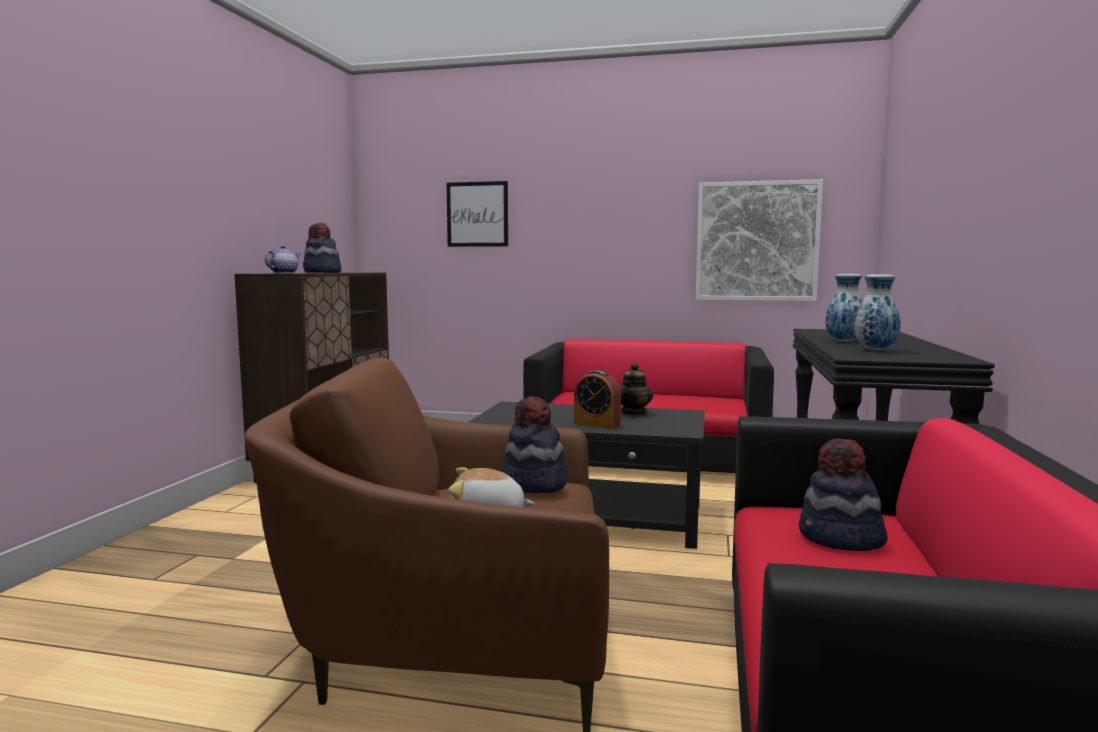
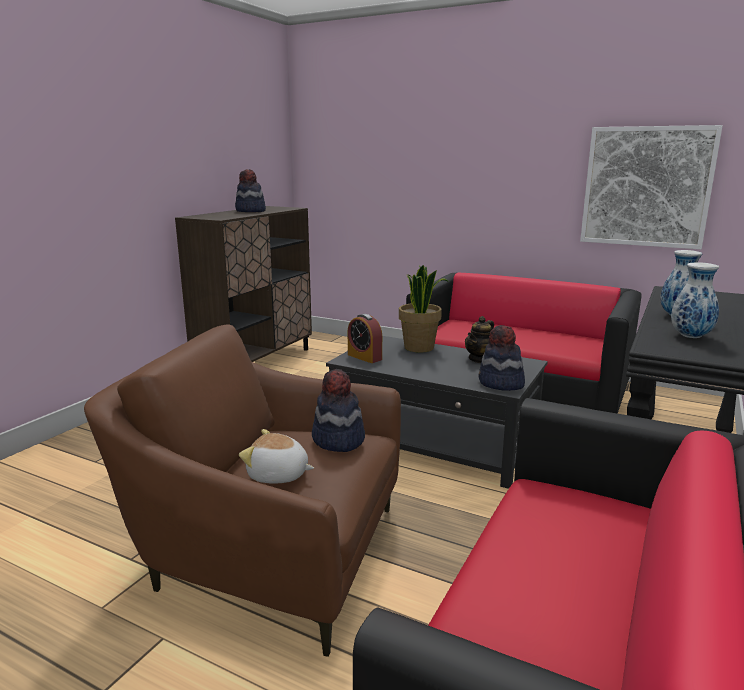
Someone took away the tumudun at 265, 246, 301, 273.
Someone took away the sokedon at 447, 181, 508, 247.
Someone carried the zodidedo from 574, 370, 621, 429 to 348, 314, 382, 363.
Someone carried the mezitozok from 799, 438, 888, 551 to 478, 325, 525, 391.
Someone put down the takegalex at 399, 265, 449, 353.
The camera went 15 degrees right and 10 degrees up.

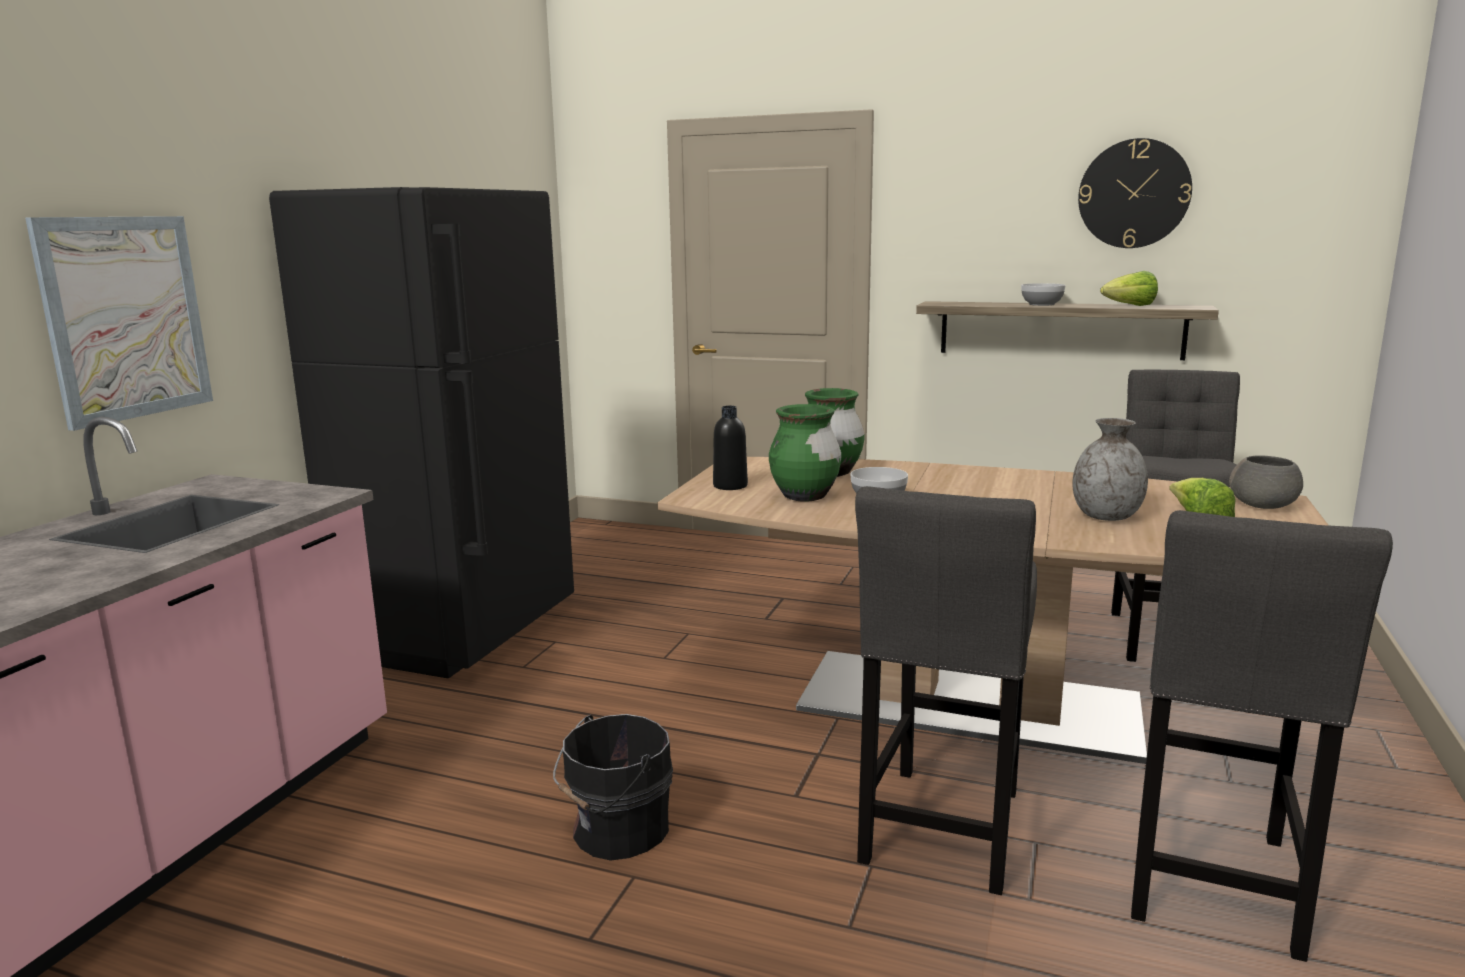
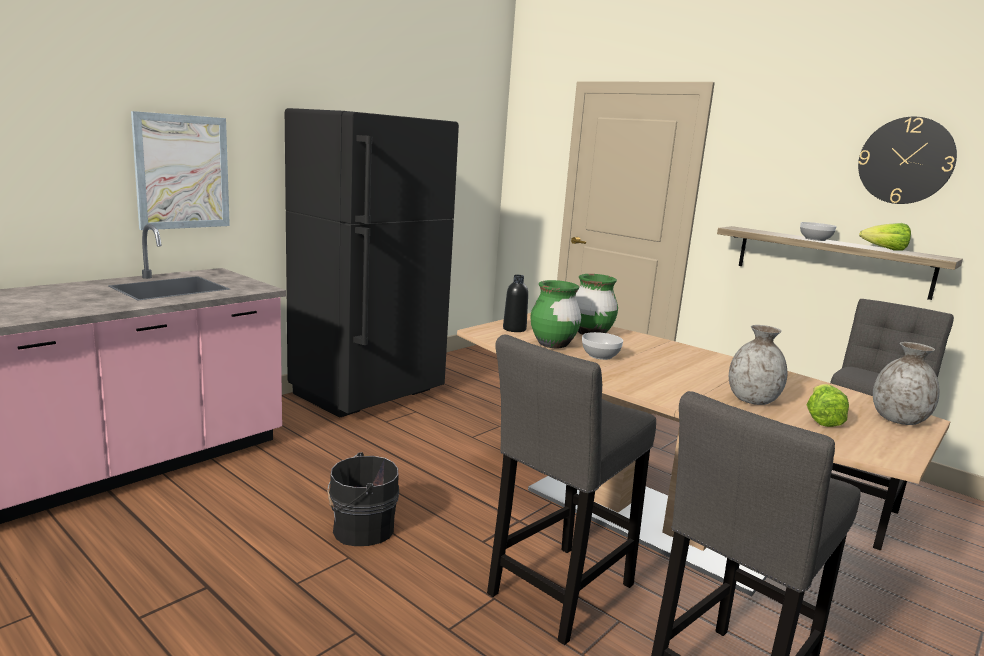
Someone swapped the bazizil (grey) at 1229, 456, 1303, 509 for the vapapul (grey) at 873, 342, 939, 425.
The camera went 20 degrees right and 0 degrees up.

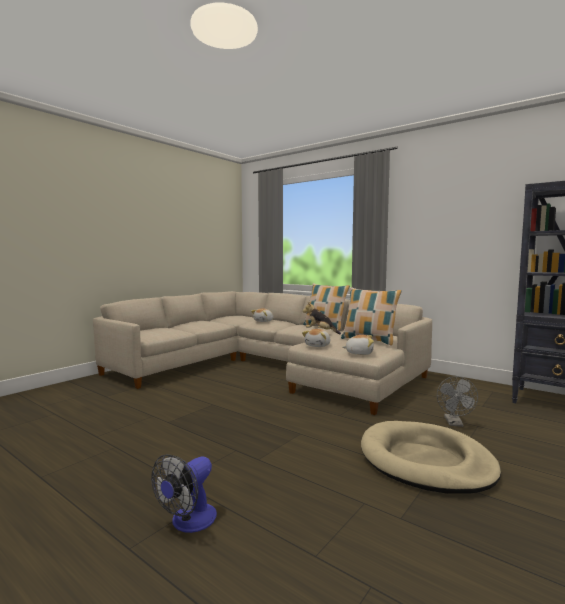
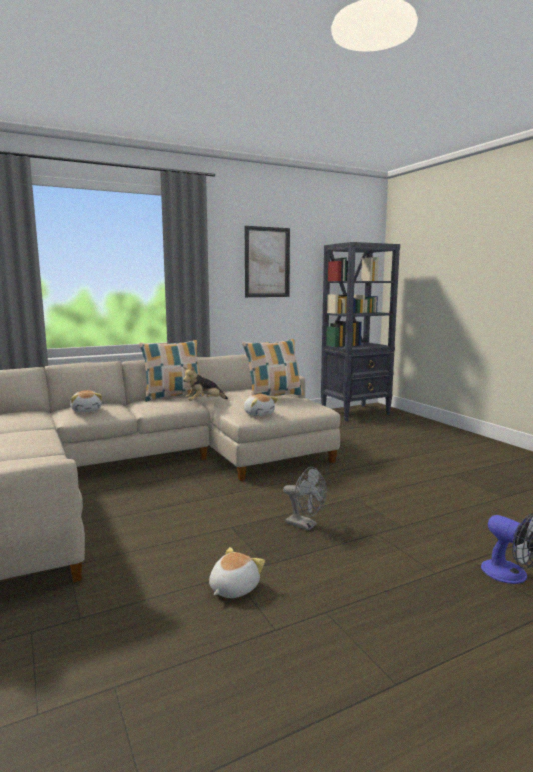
Someone carried the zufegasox from 342, 335, 374, 355 to 209, 547, 265, 598.
Someone took away the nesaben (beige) at 361, 421, 501, 494.
Someone carried the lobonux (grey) from 437, 376, 478, 427 to 283, 467, 327, 531.
Someone put up the sokedon at 245, 226, 290, 297.
The camera went 65 degrees left and 5 degrees up.

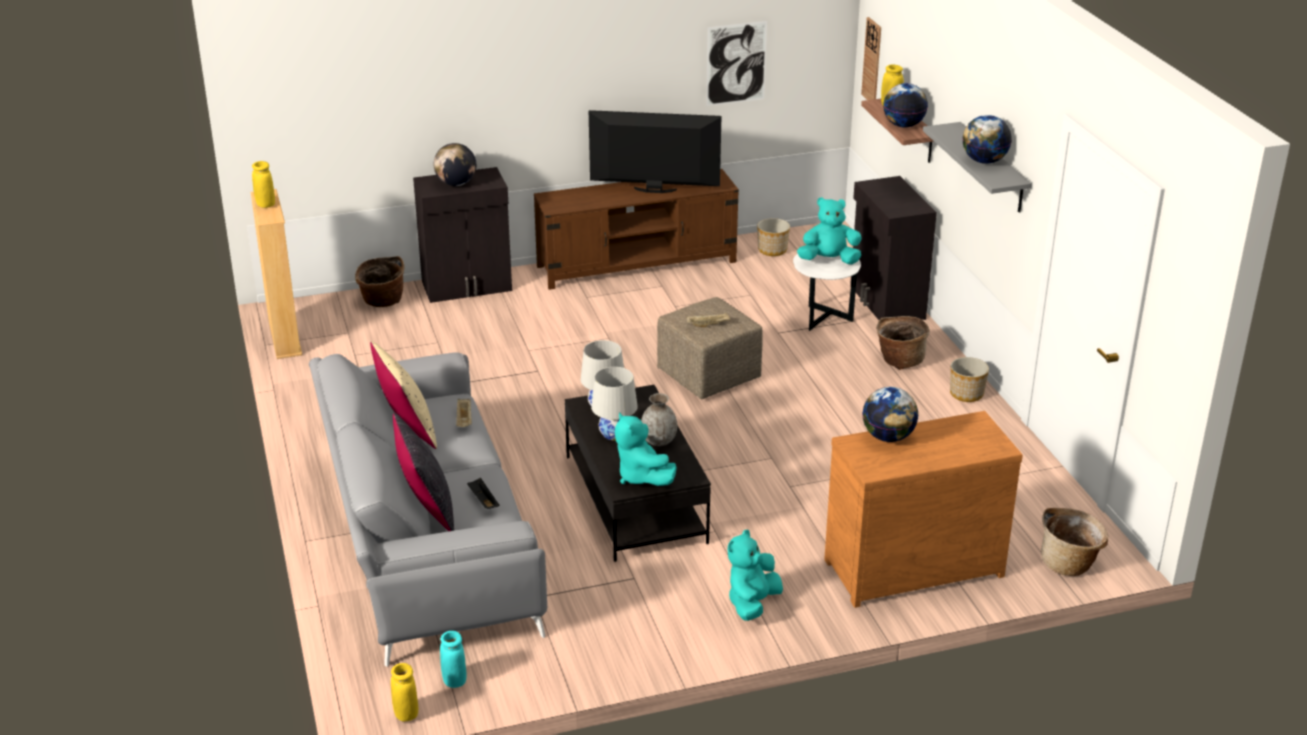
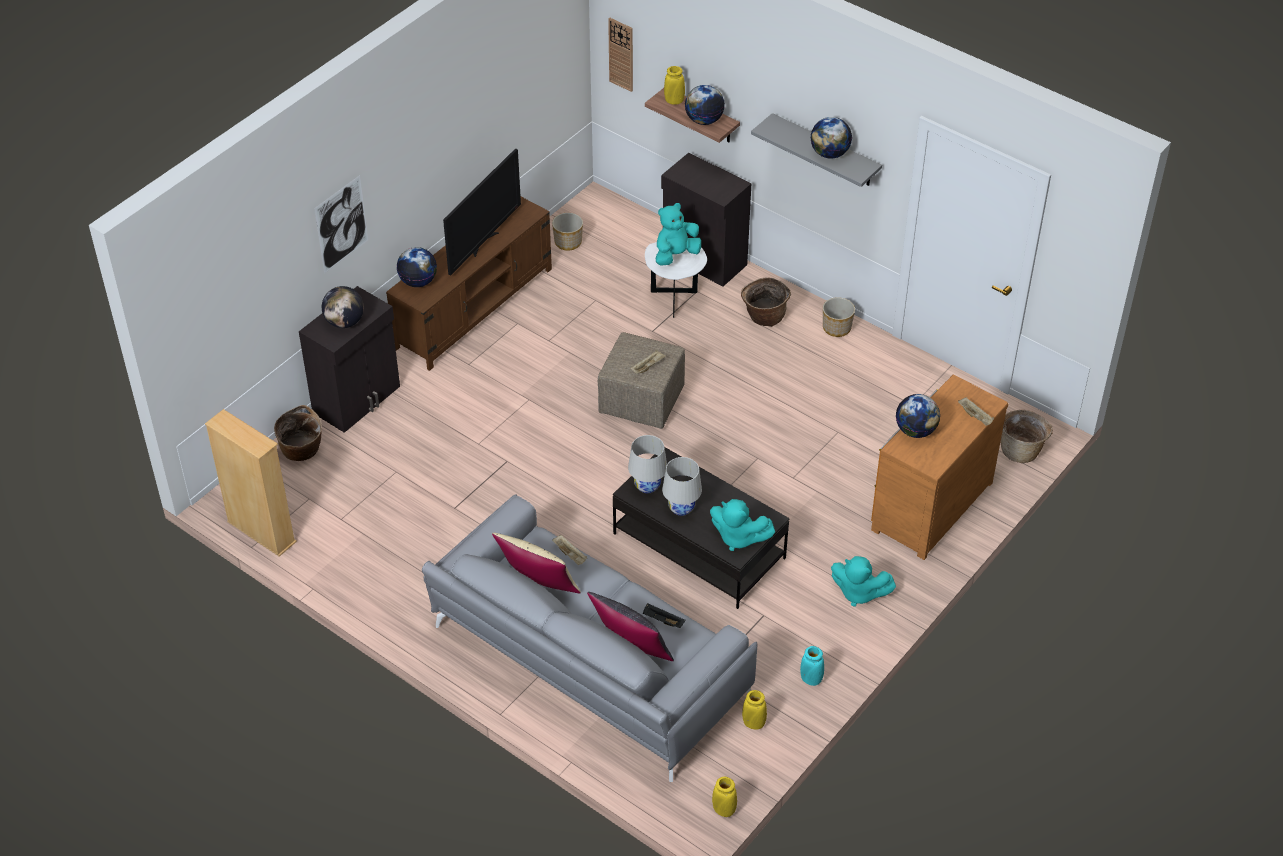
Someone carried the vapapul (yellow) from 252, 161, 275, 208 to 742, 690, 767, 730.
Someone carried the vapapul (turquoise) from 440, 631, 467, 688 to 800, 646, 824, 686.
Someone rotated the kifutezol at 589, 110, 721, 193 by 150 degrees clockwise.
Someone took away the vapapul (grey) at 641, 393, 677, 446.
Someone carried the sokedon from 706, 21, 767, 106 to 314, 175, 368, 273.
Someone rotated the zufegasox (turquoise) at 728, 529, 783, 621 by 60 degrees counterclockwise.
Someone put down the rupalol at 397, 247, 437, 287.
Someone put down the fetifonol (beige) at 958, 397, 994, 426.
The camera went 35 degrees left and 15 degrees up.

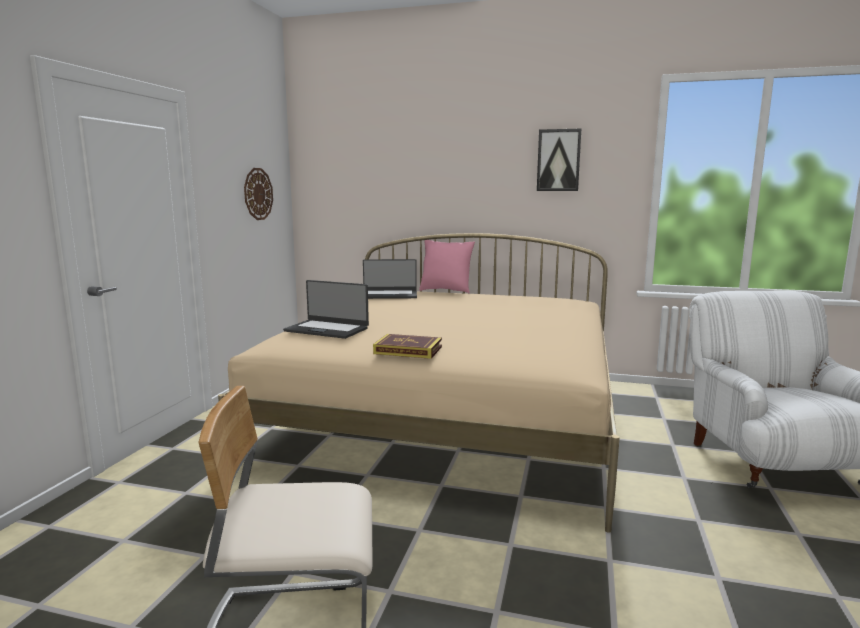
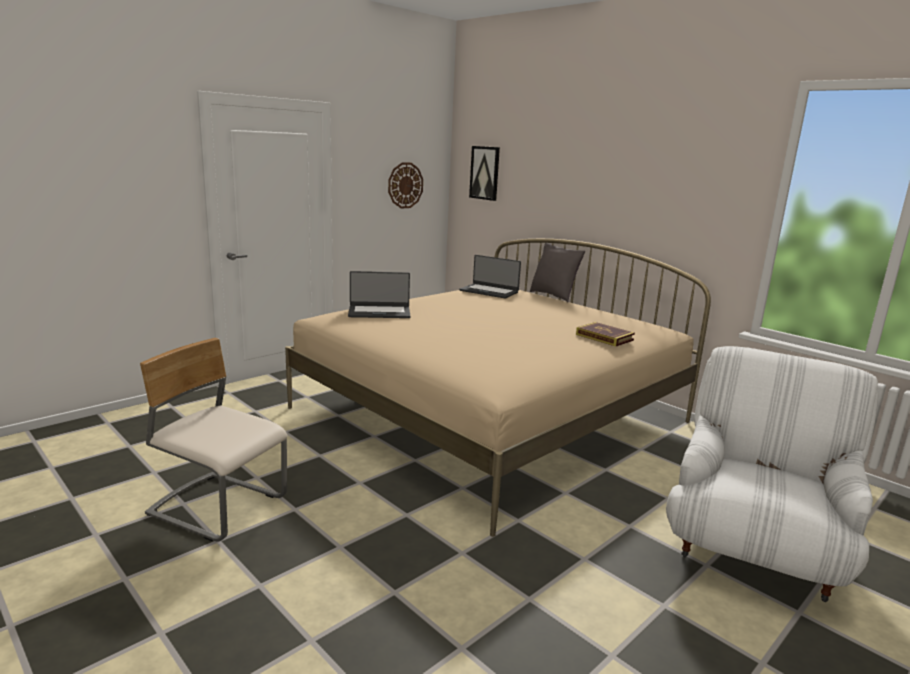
Someone rotated the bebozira at 283, 280, 369, 339 by 60 degrees counterclockwise.
Someone carried the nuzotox from 373, 334, 442, 359 to 576, 322, 635, 347.
Someone repainted the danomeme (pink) at 419, 240, 475, 293, which became the danomeme (grey) at 530, 243, 585, 302.
Someone carried the sokedon from 537, 129, 581, 191 to 469, 146, 500, 201.
The camera went 30 degrees right and 5 degrees up.

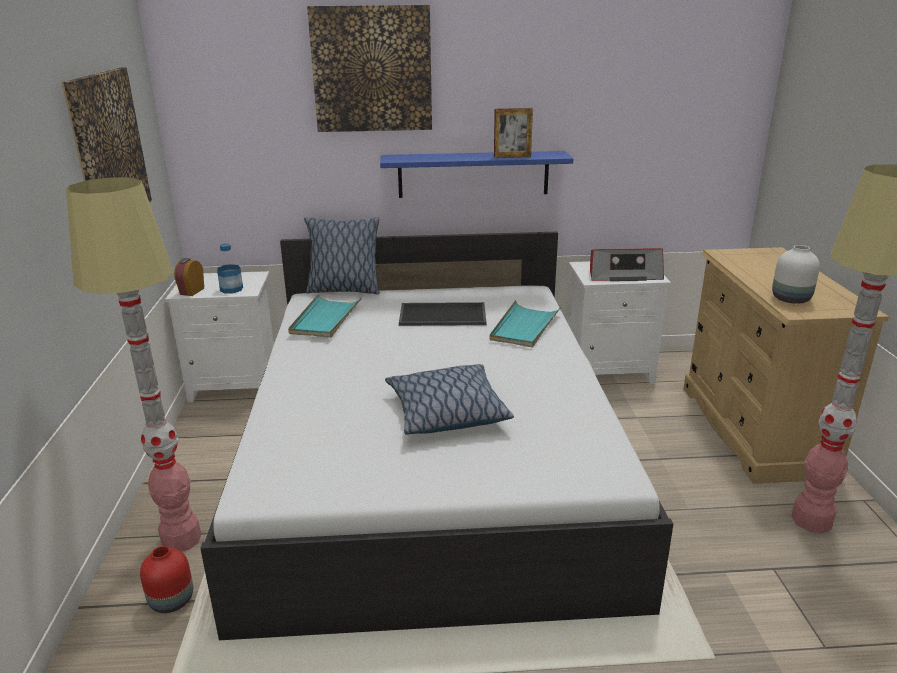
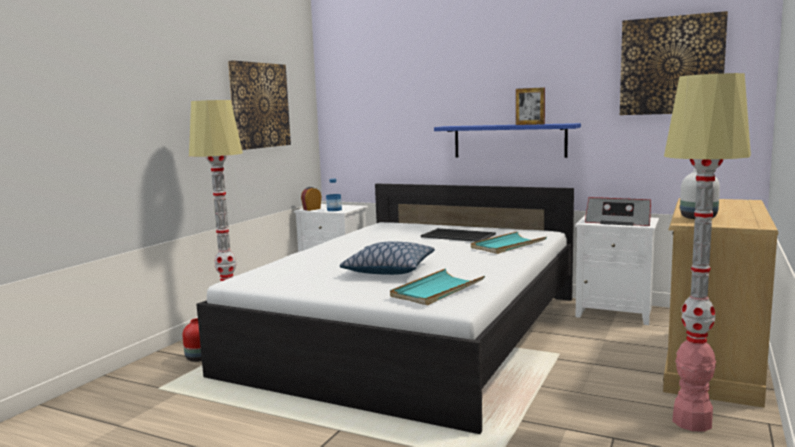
Someone carried the fetifonol (turquoise) from 288, 293, 362, 338 to 390, 268, 485, 305.
Someone took away the danomeme at 304, 217, 380, 295.
Someone carried the sokedon from 307, 5, 432, 132 to 620, 11, 728, 115.
The camera went 30 degrees right and 15 degrees down.

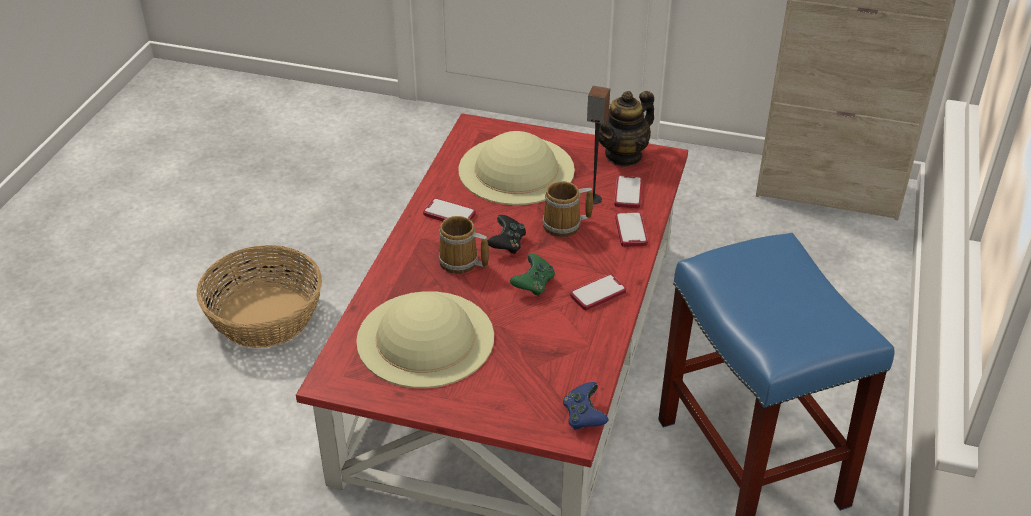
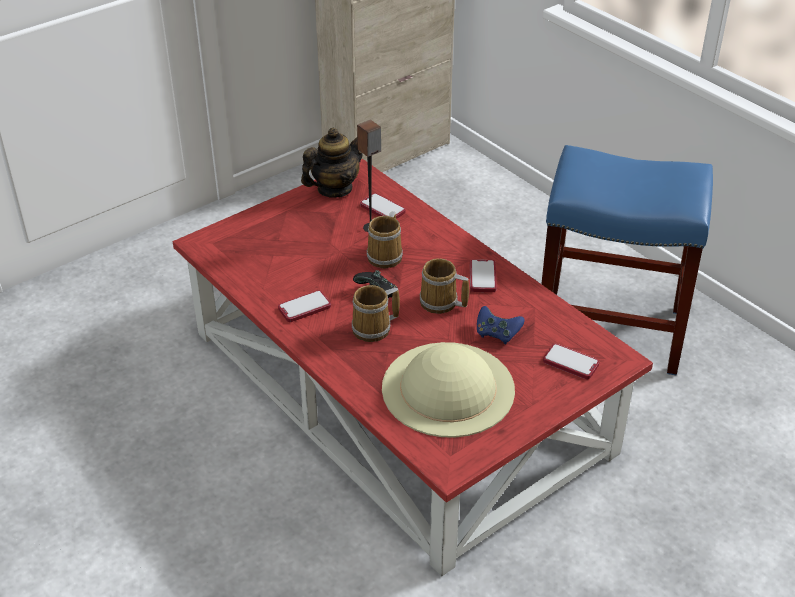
Someone took away the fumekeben at 196, 245, 322, 348.
Someone took away the mezitozok (beige) at 459, 131, 575, 205.
Someone swapped the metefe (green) at 510, 253, 555, 296 for the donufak at 420, 259, 469, 314.
Someone carried the metefe (blue) from 563, 382, 609, 430 to 477, 306, 525, 344.
Someone rotated the tumudun at 599, 91, 654, 167 by 120 degrees counterclockwise.
Someone carried the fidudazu from 615, 212, 648, 247 to 543, 344, 599, 379.
The camera went 55 degrees left and 0 degrees up.

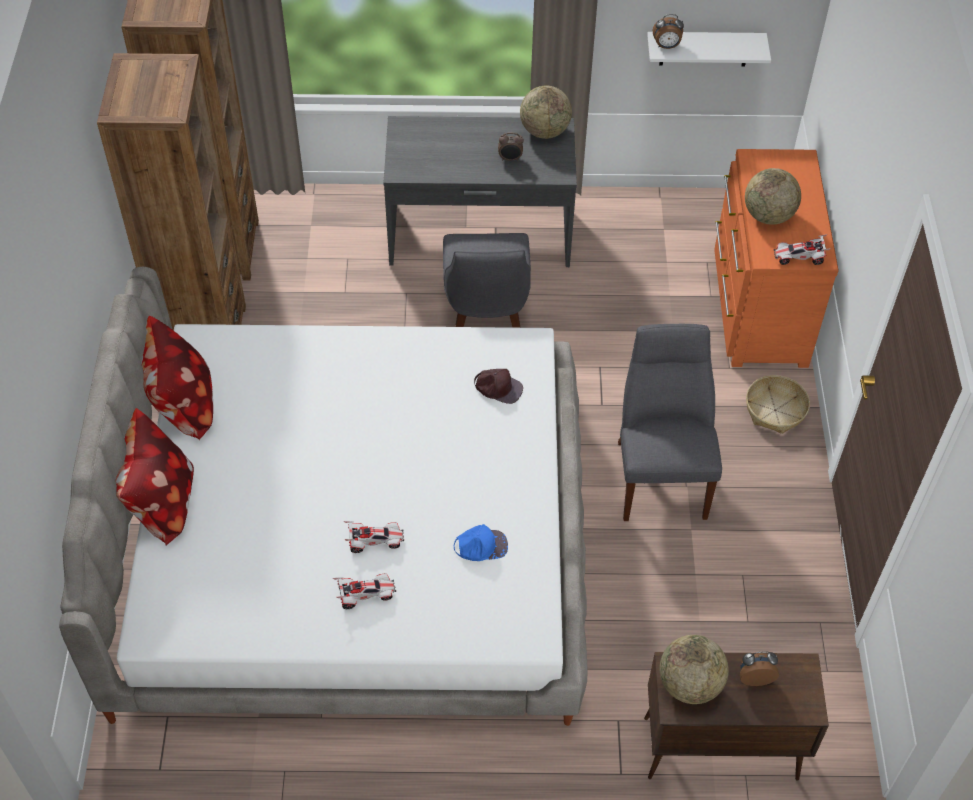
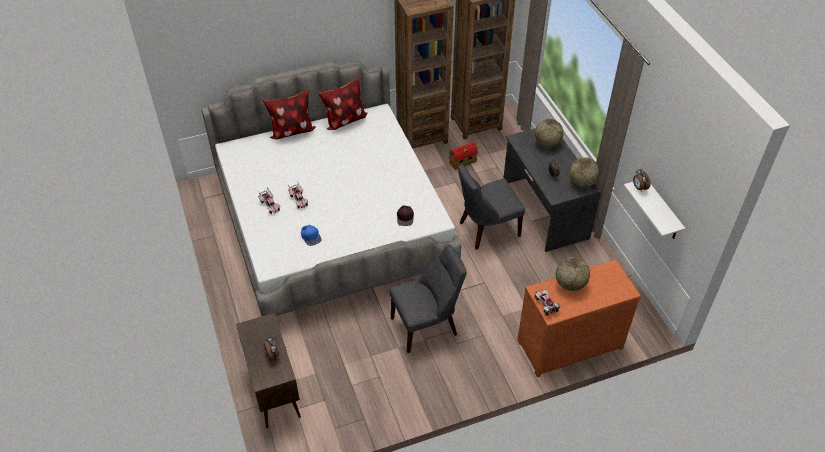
Someone carried the rupalol from 659, 635, 729, 704 to 535, 119, 564, 148.
Someone took away the fumekeben at 746, 375, 810, 434.
Someone put down the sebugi at 449, 142, 478, 170.
The camera went 70 degrees right and 5 degrees down.

